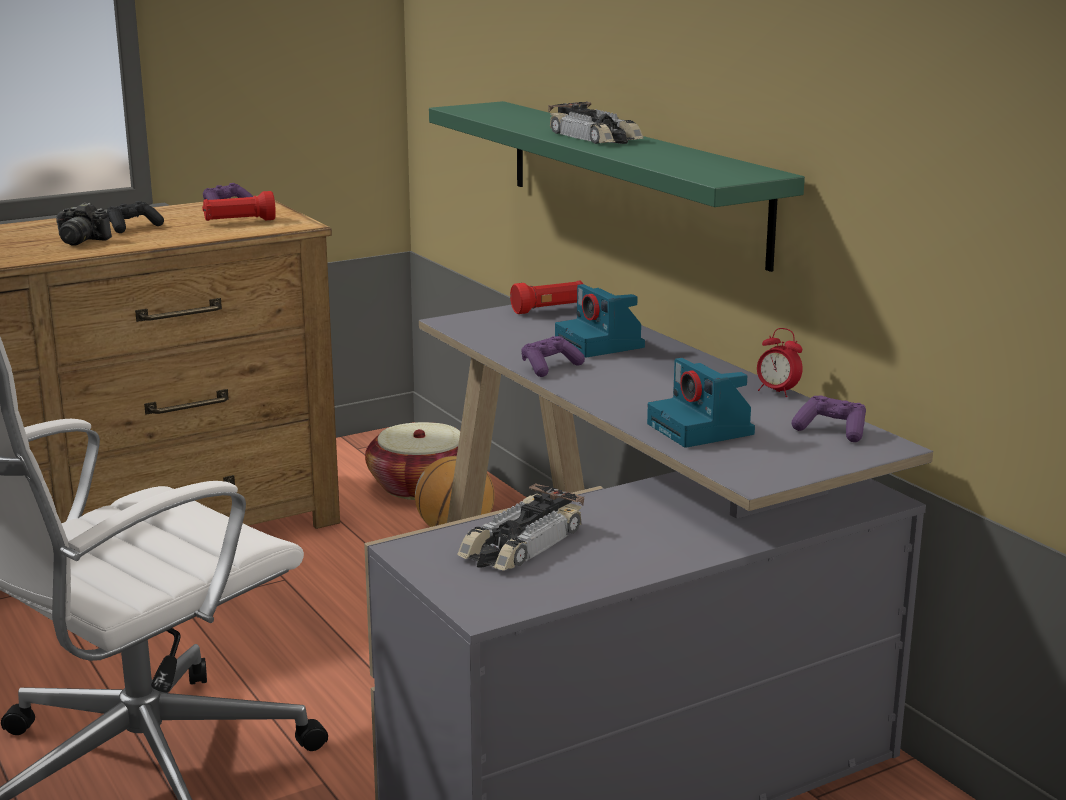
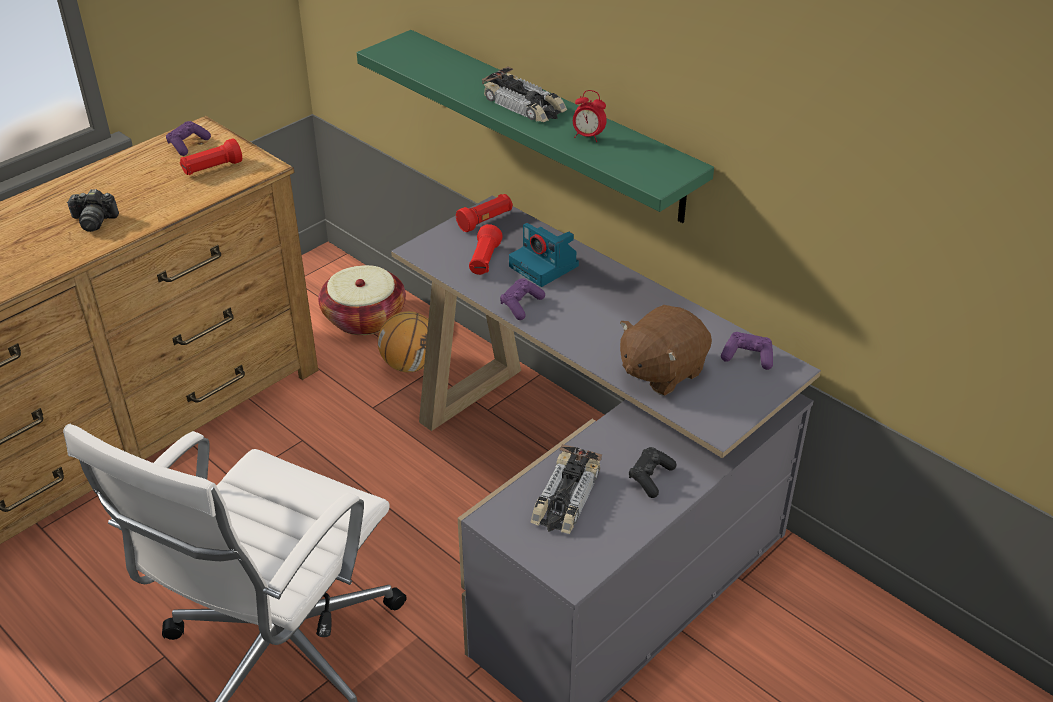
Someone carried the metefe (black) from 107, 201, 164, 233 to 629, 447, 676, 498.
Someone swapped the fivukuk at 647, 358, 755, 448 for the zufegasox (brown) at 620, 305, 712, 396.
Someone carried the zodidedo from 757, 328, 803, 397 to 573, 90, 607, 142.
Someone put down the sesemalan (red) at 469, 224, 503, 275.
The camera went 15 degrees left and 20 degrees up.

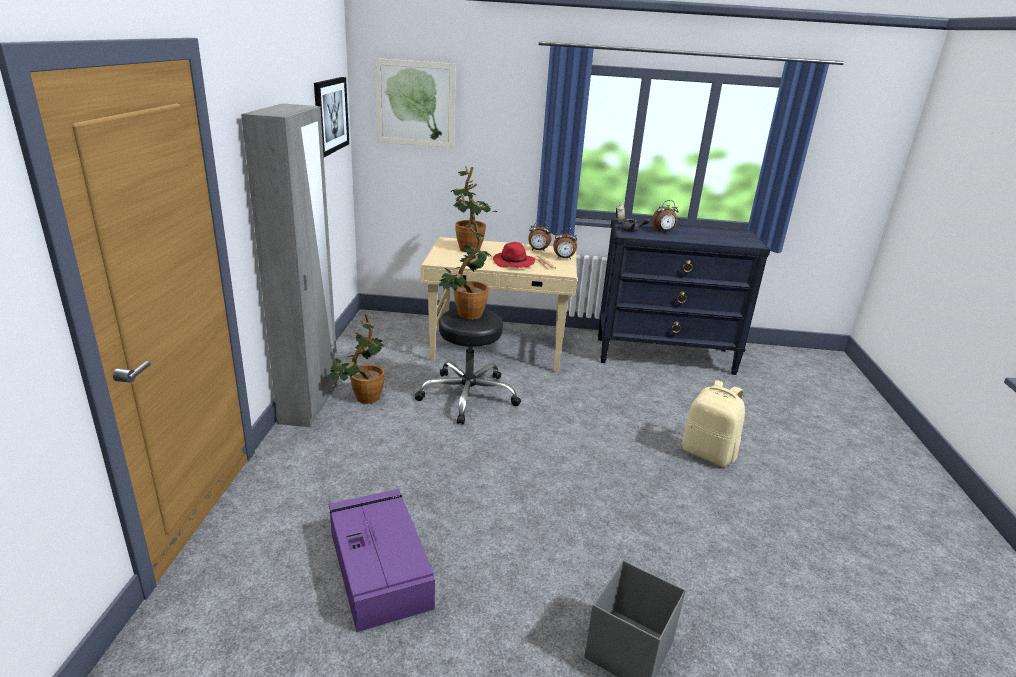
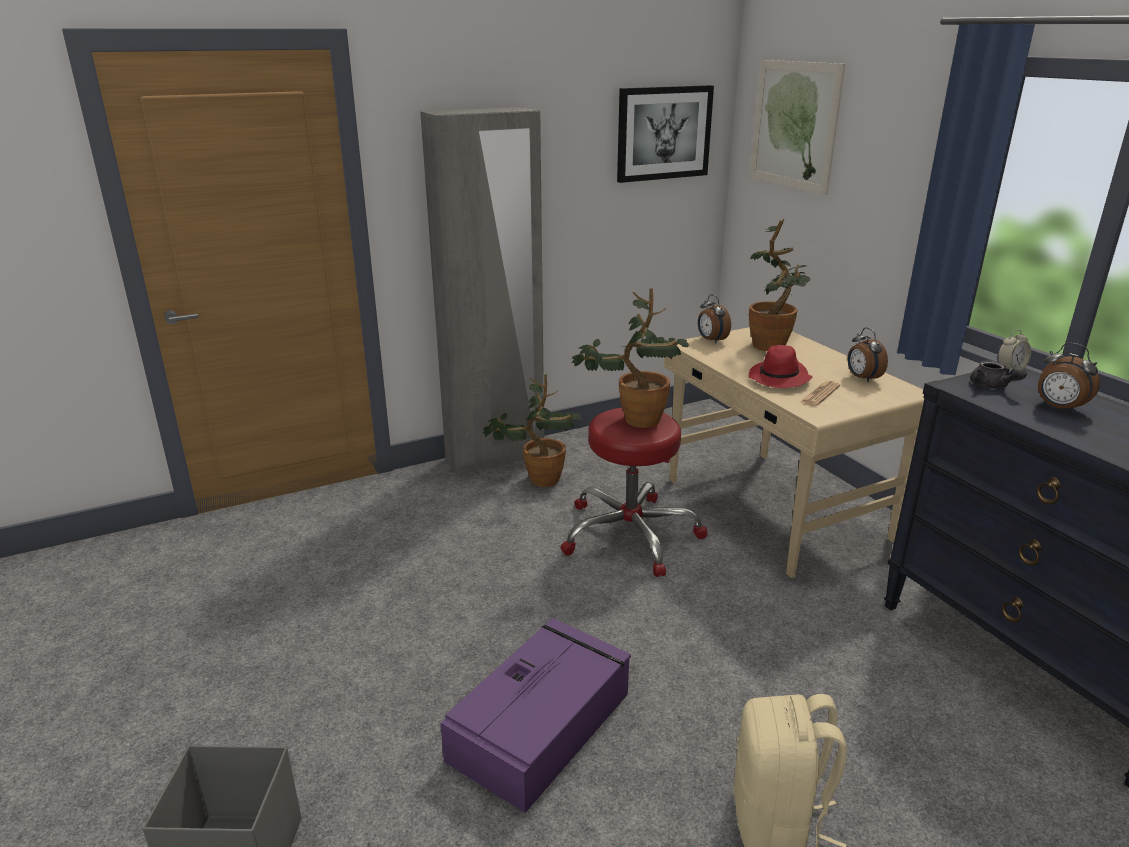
Someone carried the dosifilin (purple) from 329, 489, 435, 632 to 440, 618, 631, 813.
Someone repainted the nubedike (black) at 415, 308, 521, 424, which became the nubedike (red) at 560, 408, 708, 577.
Someone carried the zodidedo from 553, 228, 577, 260 to 698, 294, 731, 344.
The camera went 60 degrees right and 0 degrees up.

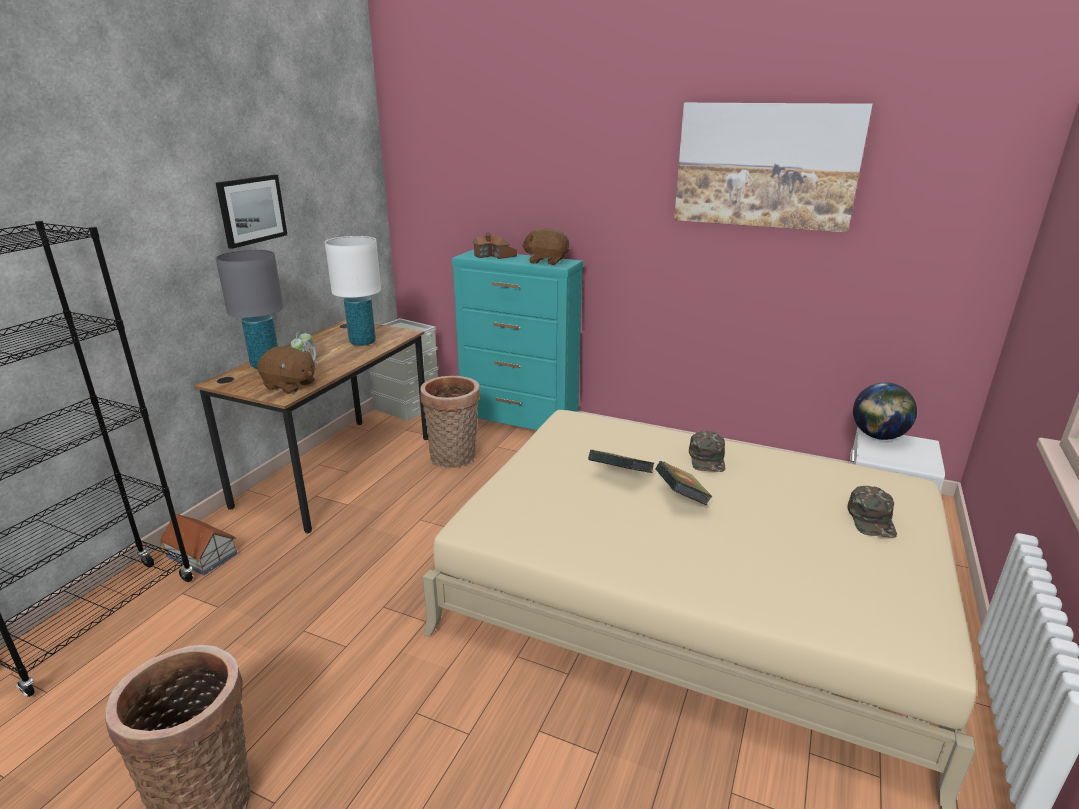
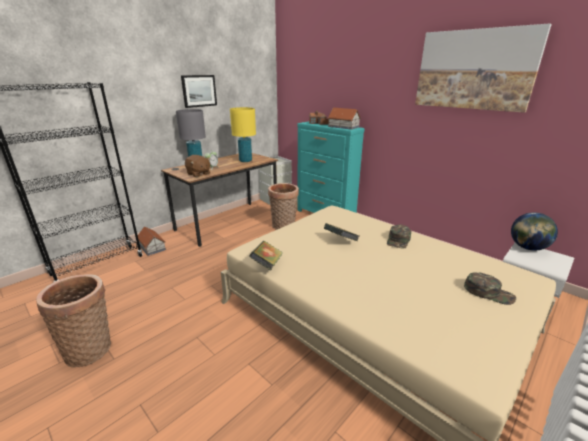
Someone repainted the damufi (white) at 325, 236, 381, 346, which became the damufi (yellow) at 230, 107, 256, 162.
Someone swapped the zufegasox (brown) at 522, 229, 569, 265 for the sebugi at 328, 108, 361, 130.
Someone carried the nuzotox from 655, 461, 713, 505 to 249, 241, 283, 271.
Someone rotated the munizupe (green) at 847, 486, 897, 538 by 90 degrees counterclockwise.
The camera went 20 degrees right and 0 degrees up.

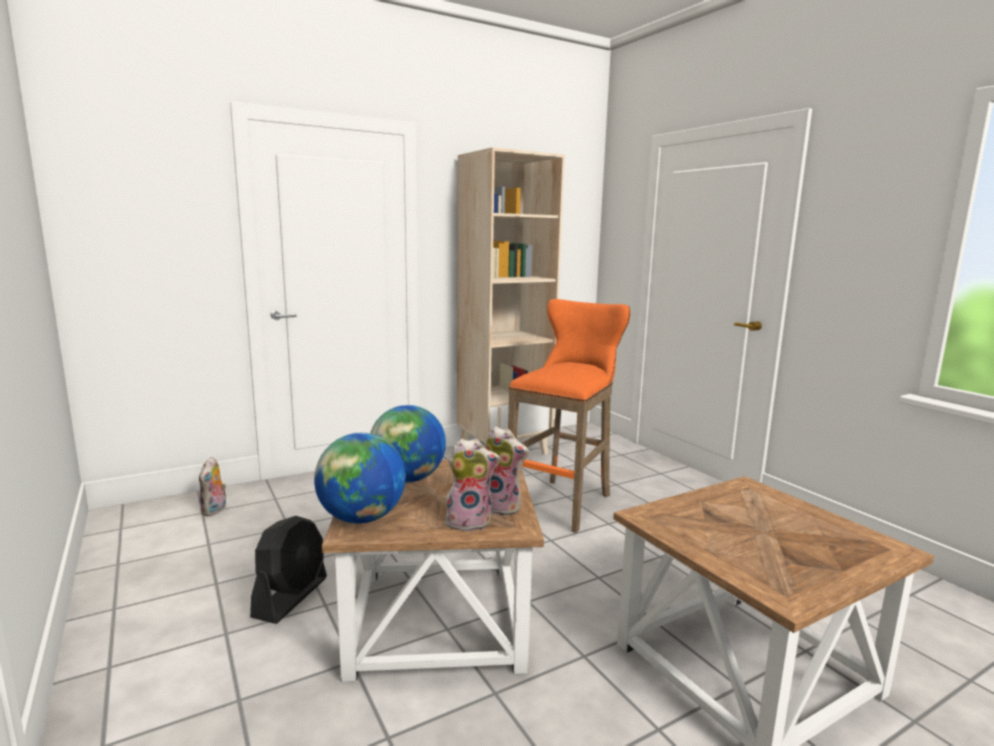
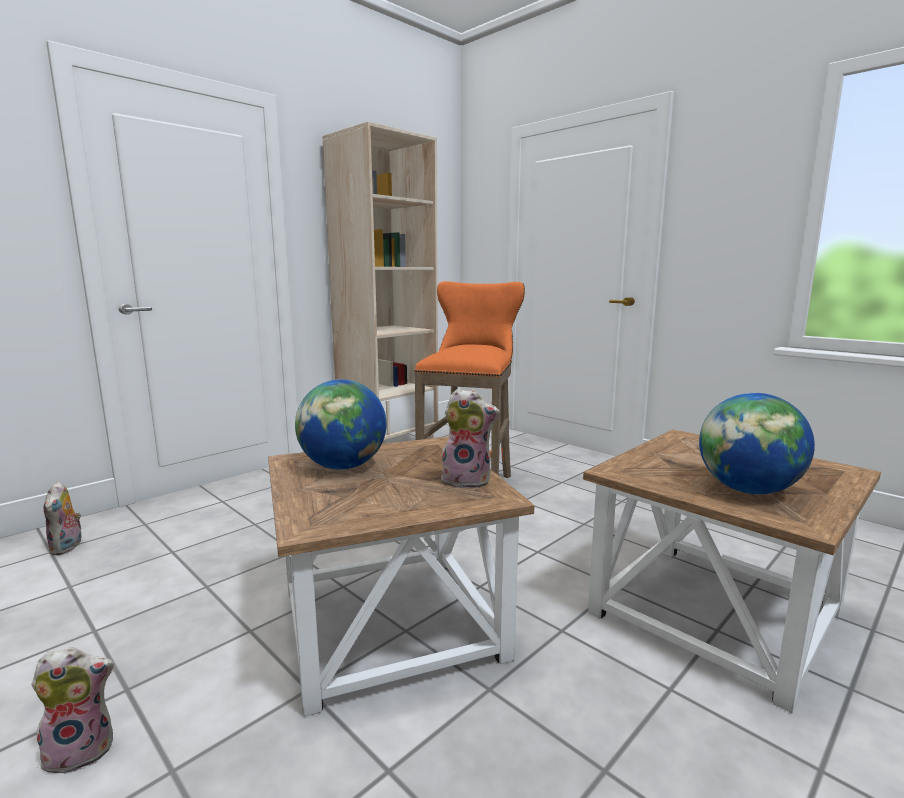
Someone took away the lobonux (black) at 250, 516, 327, 624.
Someone carried the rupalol from 314, 433, 406, 524 to 699, 393, 815, 494.
Someone carried the zufegasox from 445, 439, 500, 532 to 31, 647, 114, 778.
The camera went 15 degrees left and 0 degrees up.

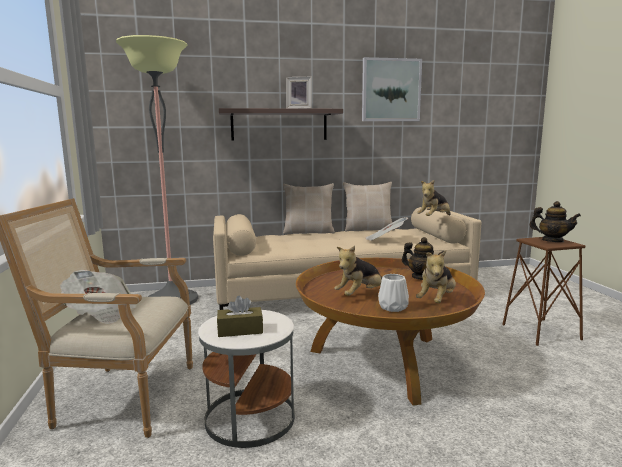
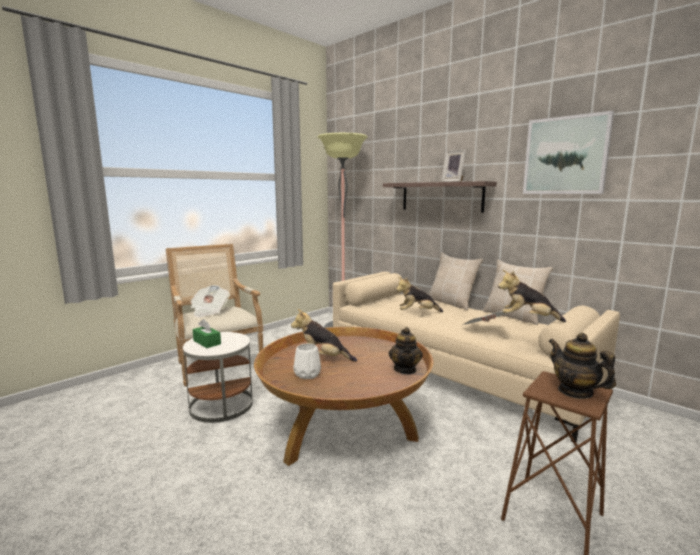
Someone repainted the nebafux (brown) at 217, 296, 263, 337, which became the nebafux (green) at 193, 319, 221, 348.
Someone carried the zufegasox from 416, 250, 456, 303 to 396, 277, 443, 312.
Someone rotated the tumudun at 530, 201, 581, 242 by 150 degrees clockwise.
The camera went 55 degrees right and 0 degrees up.

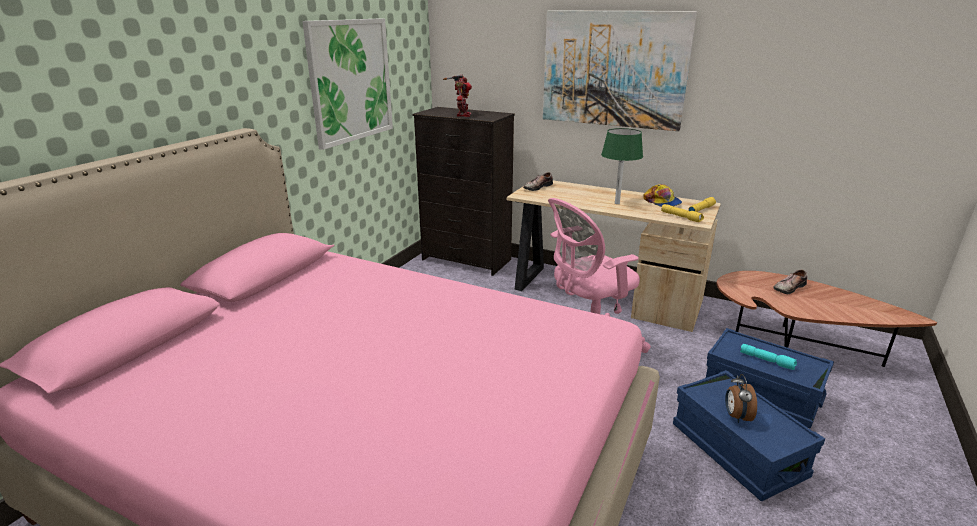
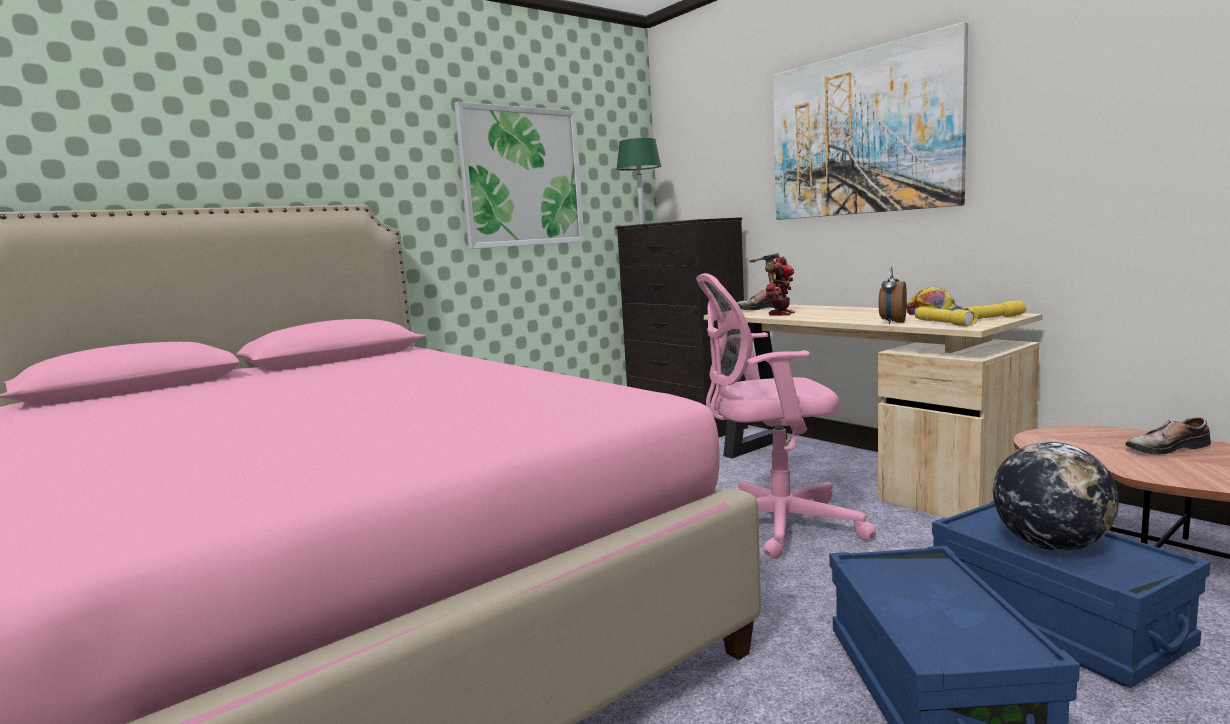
Someone carried the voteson from 443, 75, 472, 117 to 749, 253, 795, 316.
Someone carried the damufi (green) from 601, 128, 643, 204 to 617, 138, 661, 224.
Someone carried the zodidedo from 725, 374, 757, 423 to 879, 267, 907, 324.
Someone swapped the sesemalan (turquoise) at 740, 344, 797, 370 for the rupalol at 993, 442, 1119, 551.
The camera went 25 degrees right and 15 degrees down.

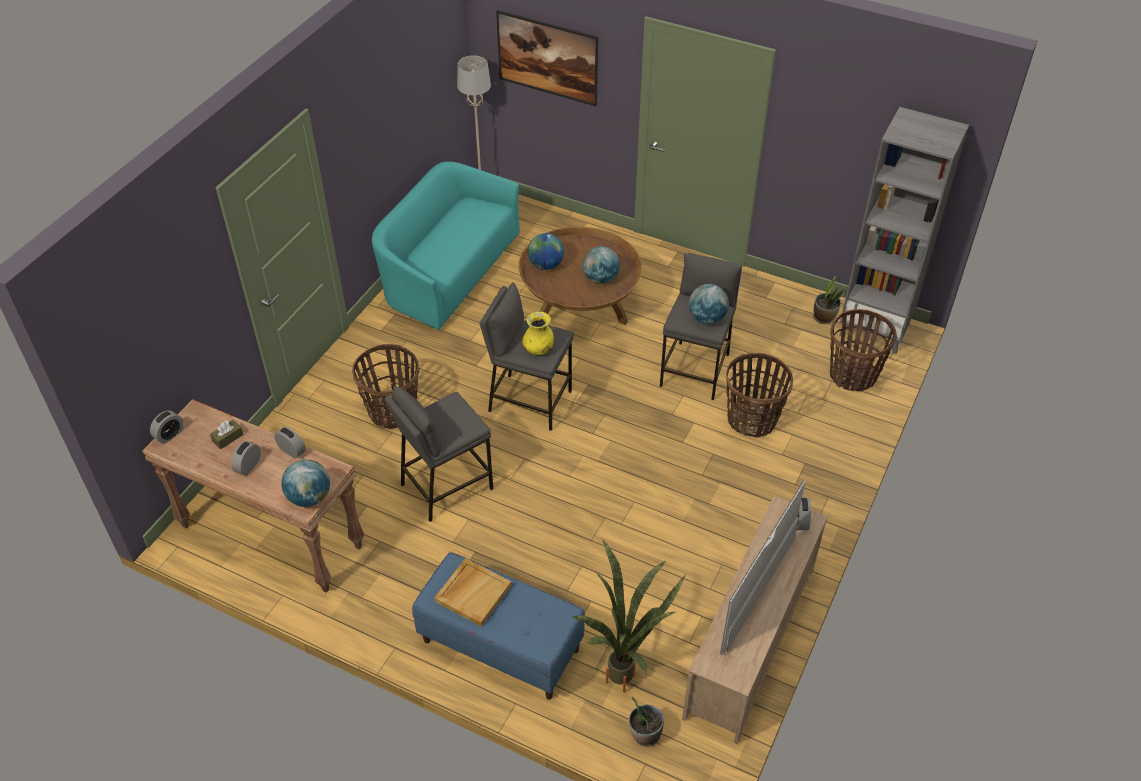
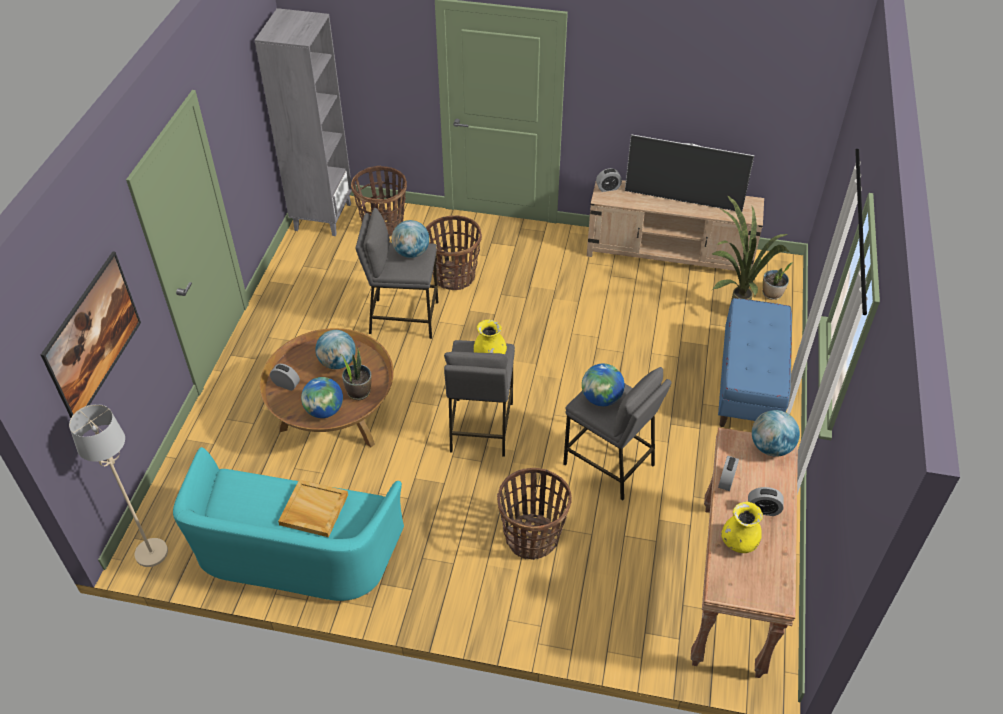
Someone carried the zodidedo from 150, 410, 184, 444 to 270, 364, 300, 391.
Someone swapped the nebafux (brown) at 210, 420, 244, 449 for the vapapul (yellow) at 721, 502, 763, 553.
Someone carried the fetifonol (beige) from 434, 558, 512, 626 to 278, 479, 348, 537.
Someone carried the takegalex from 813, 276, 845, 324 to 341, 347, 372, 400.
Someone put down the rupalol at 582, 364, 625, 406.
The camera went 105 degrees left and 0 degrees up.

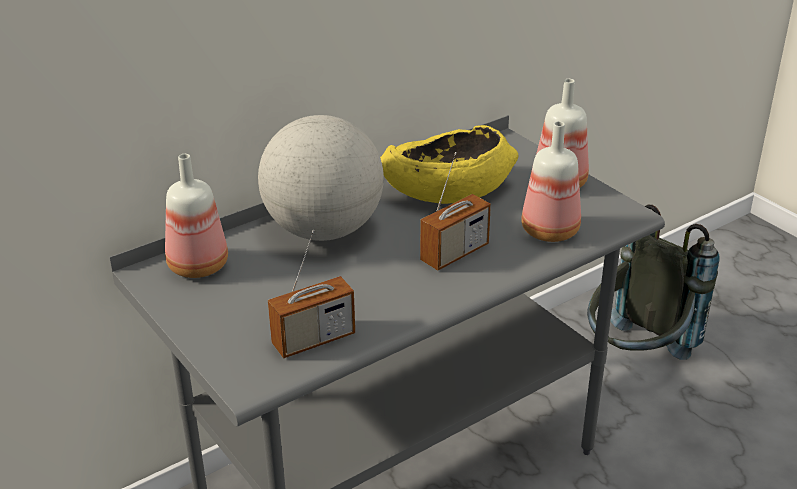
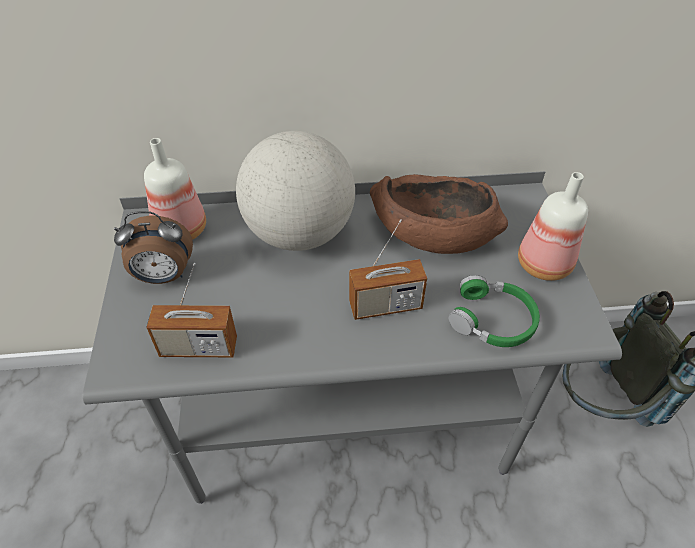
Someone repainted the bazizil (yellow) at 380, 125, 519, 204, which became the bazizil (brown) at 370, 174, 508, 254.
Someone swapped the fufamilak at 521, 121, 581, 242 for the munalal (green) at 448, 275, 540, 347.
Someone put down the zodidedo at 114, 211, 193, 284.
The camera went 30 degrees right and 15 degrees up.

